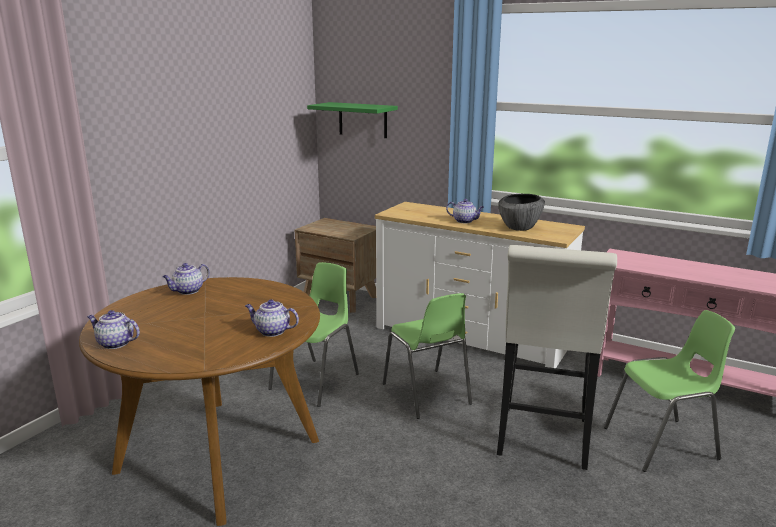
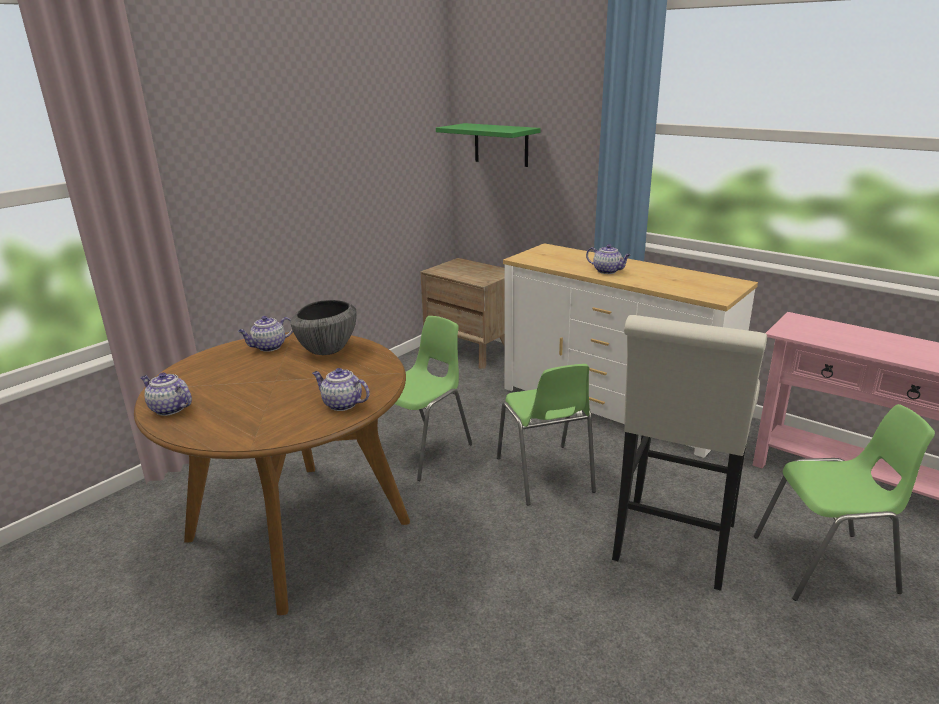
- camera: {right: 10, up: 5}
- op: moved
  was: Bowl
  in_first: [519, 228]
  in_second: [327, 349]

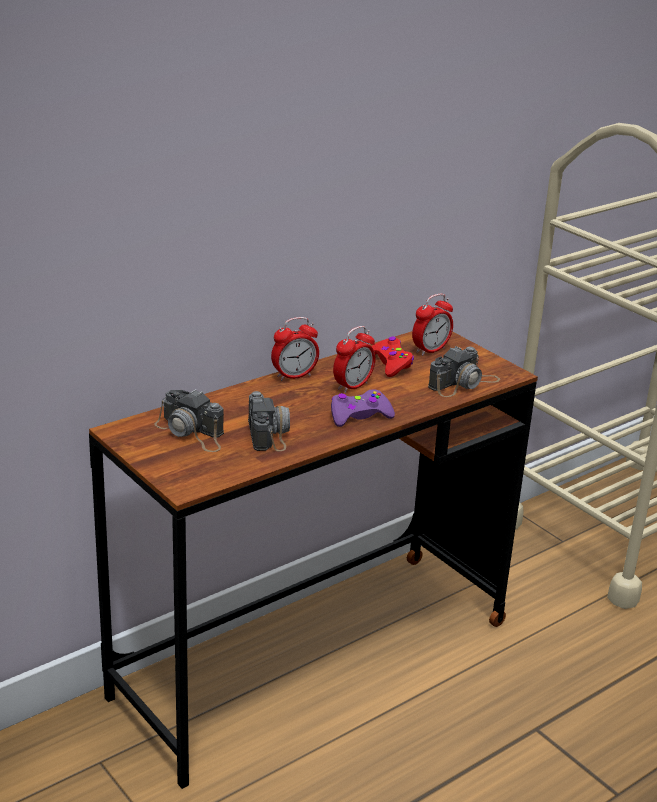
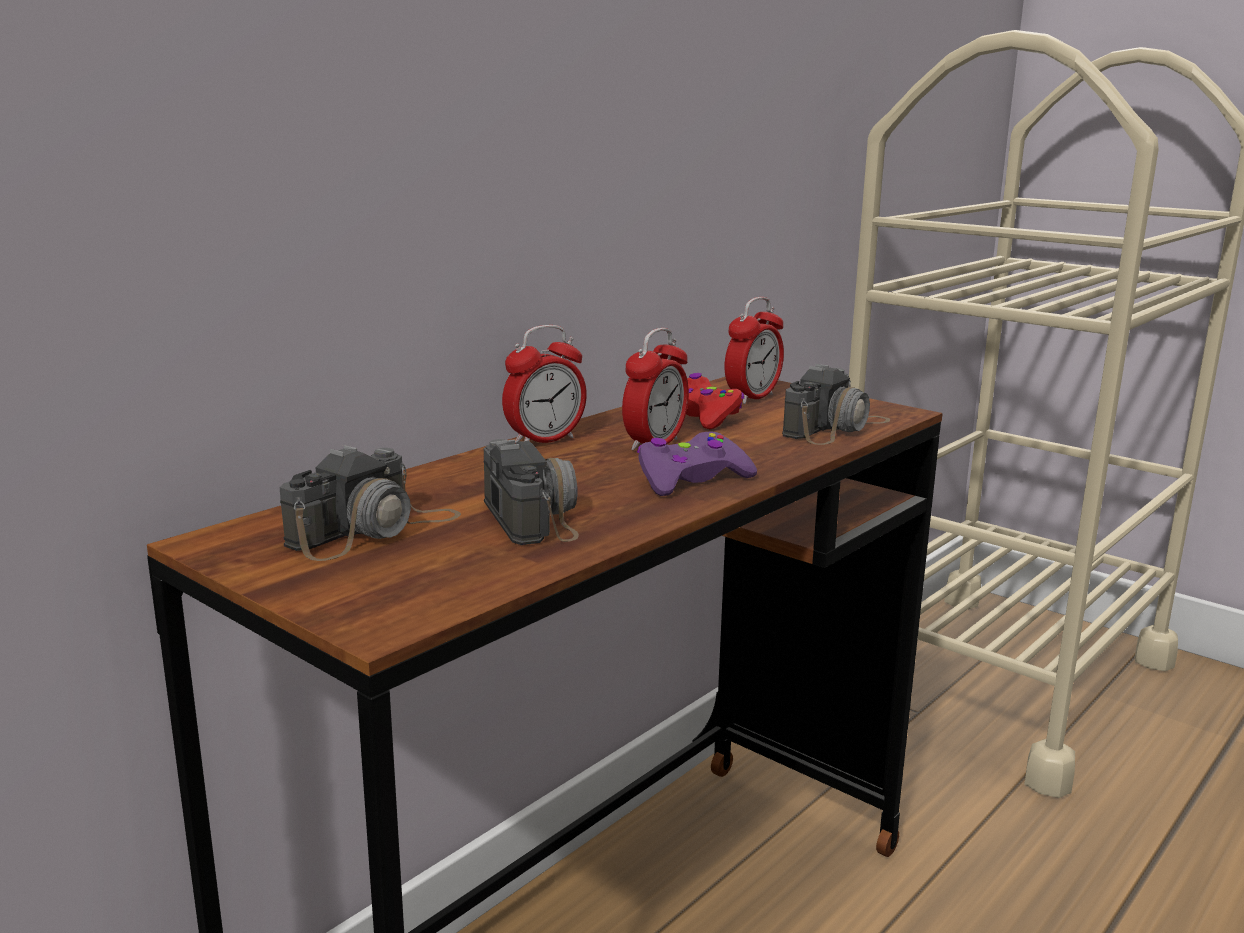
- camera: {right: -10, up: -10}
- op: turned
  was: PhotoCamera
  in_first: [192, 432]
  in_second: [374, 530]
  clockwise: -75

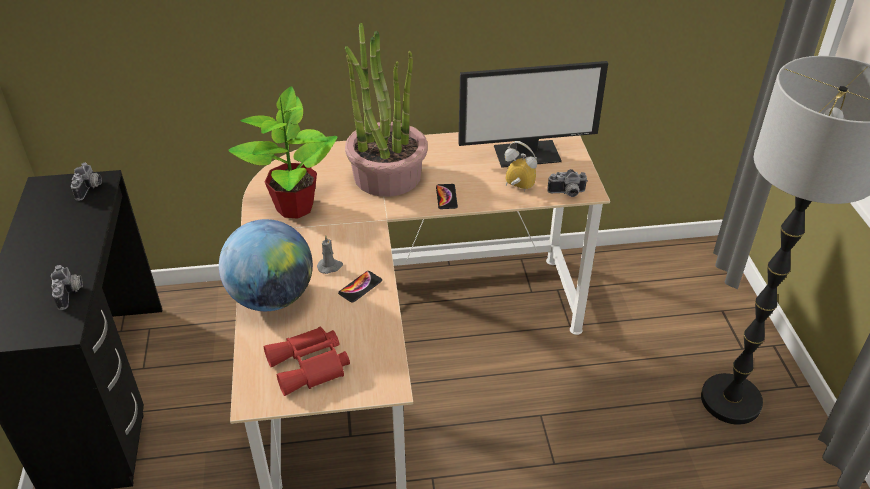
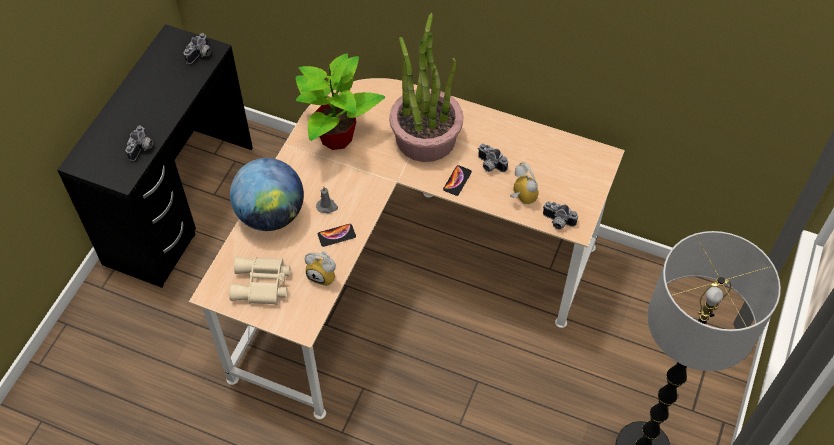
- camera: {right: 30, up: 15}
- op: removed
  was: Monitor
  in_first: [527, 153]
- op: added
  now: AlarmClock
  in_second: [324, 275]
- op: added
  now: PhotoCamera
  in_second: [489, 165]
- op: recoloured
  was: RedBinoculars
  now: BeigeBinoculars
  in_first: [310, 366]
  in_second: [262, 285]

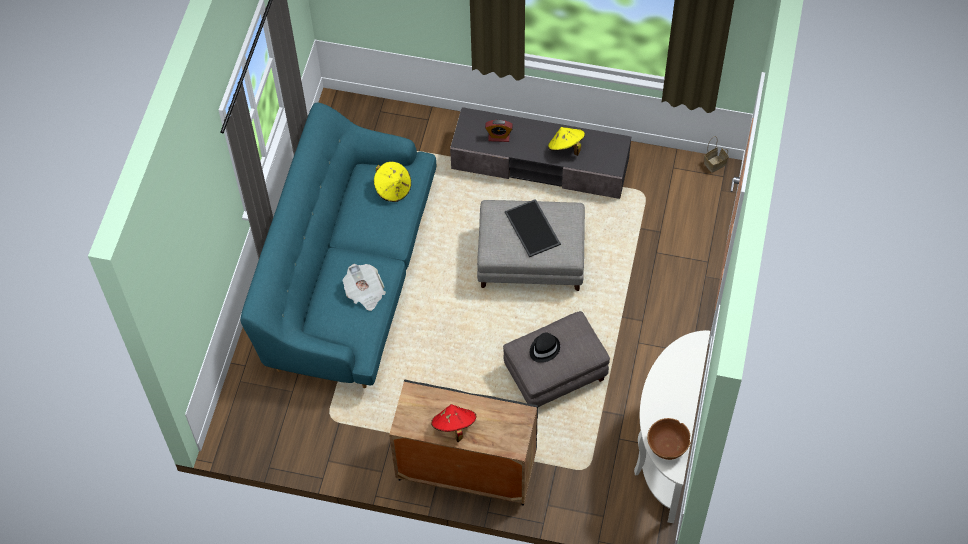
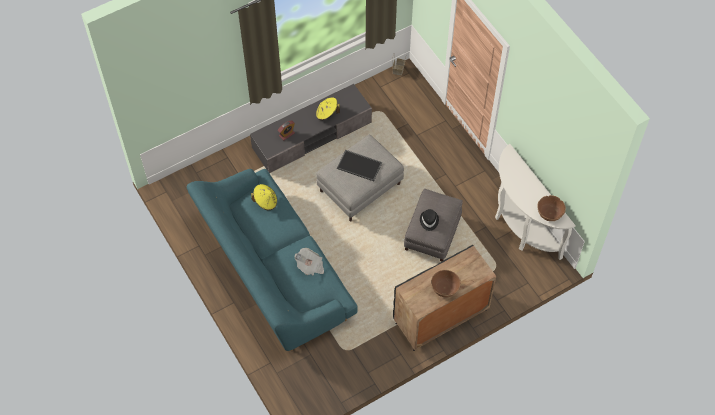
- camera: {right: -45, up: 0}
- op: replaced
  was: RedHat
  now: BrownBowl
  in_first: [454, 426]
  in_second: [445, 288]

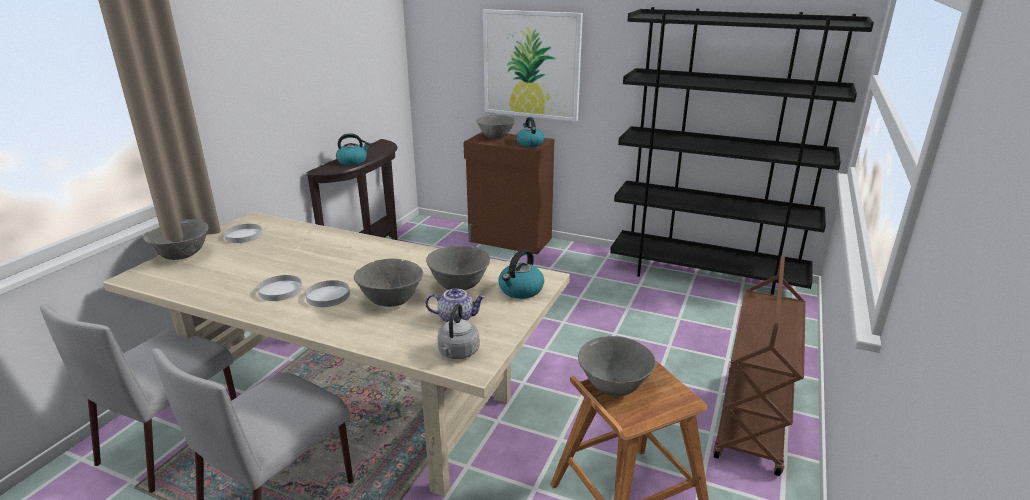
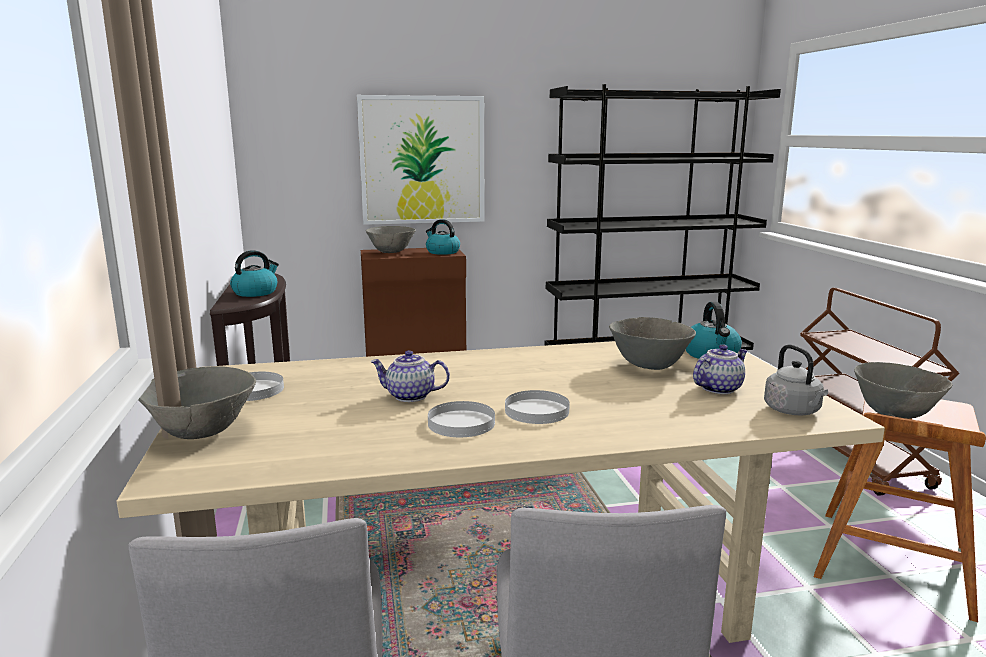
- camera: {right: -35, up: -10}
- op: removed
  was: GreyBowl
  in_first: [391, 301]
- op: added
  now: Teapot
  in_second: [409, 396]

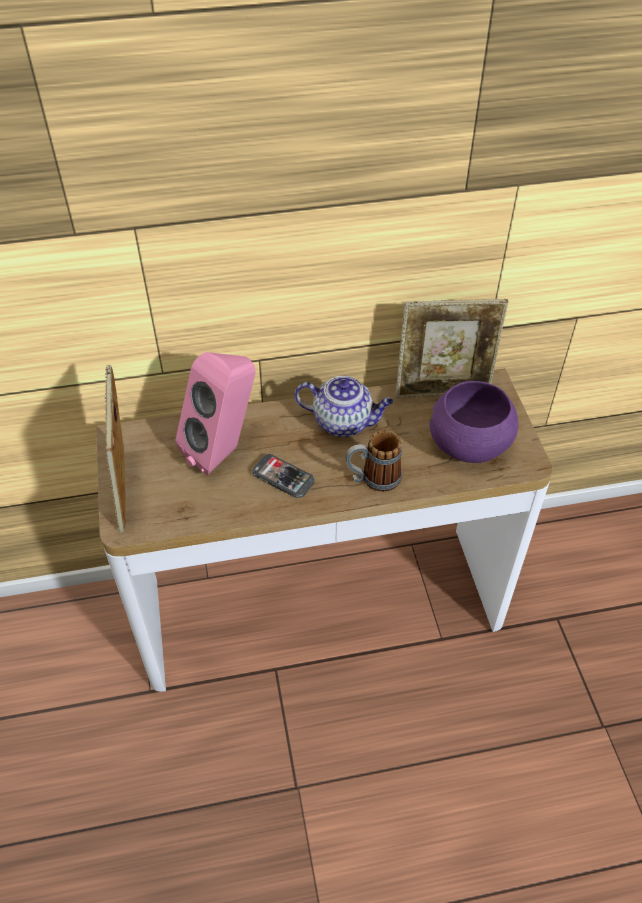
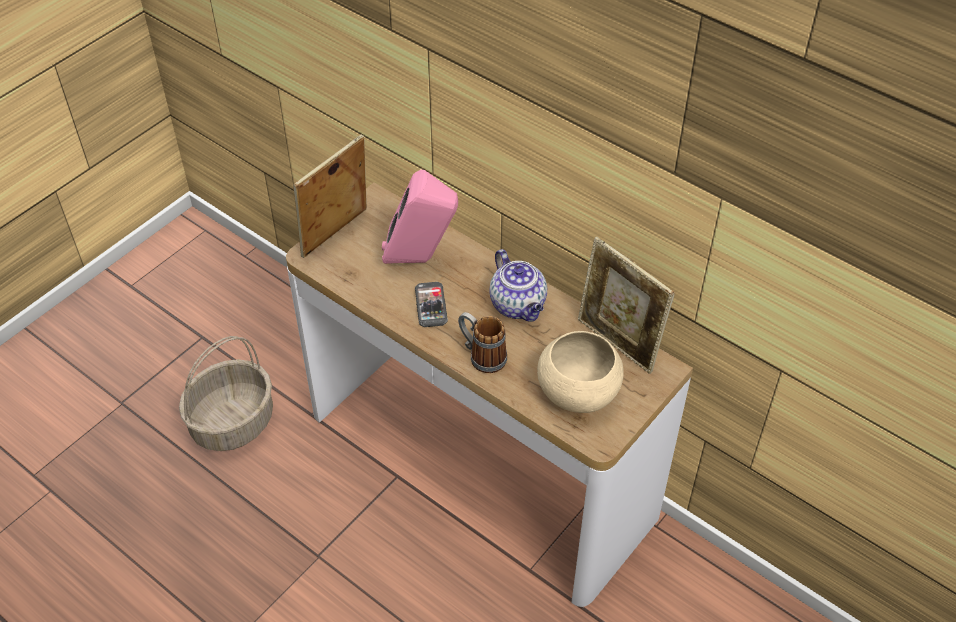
- camera: {right: 50, up: 0}
- op: added
  now: Basket
  in_second: [233, 421]
- op: recoloured
  was: PurpleBowl
  now: BeigeBowl
  in_first: [469, 446]
  in_second: [577, 393]

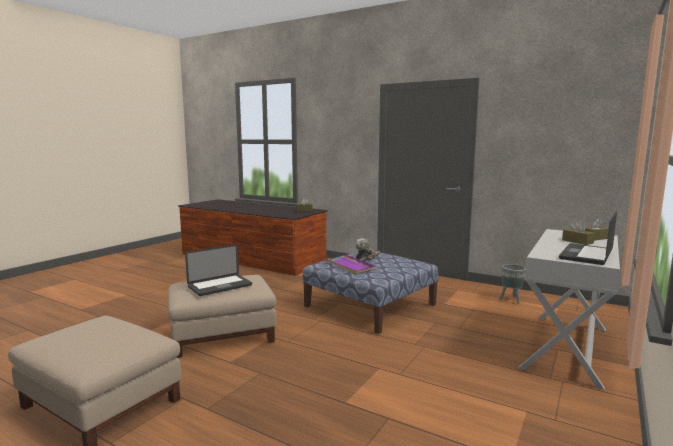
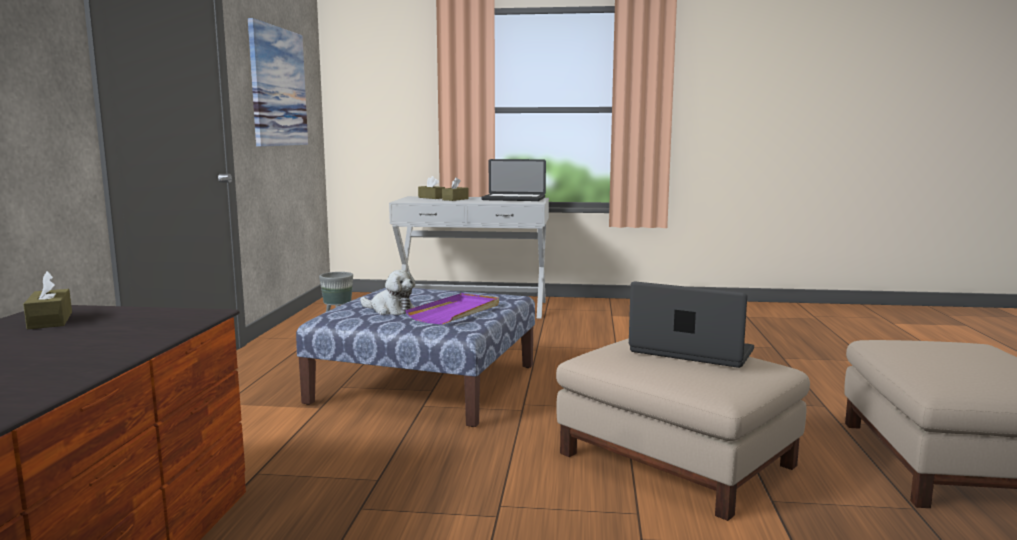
- camera: {right: -115, up: 0}
- op: added
  now: Picture
  in_second: [278, 87]

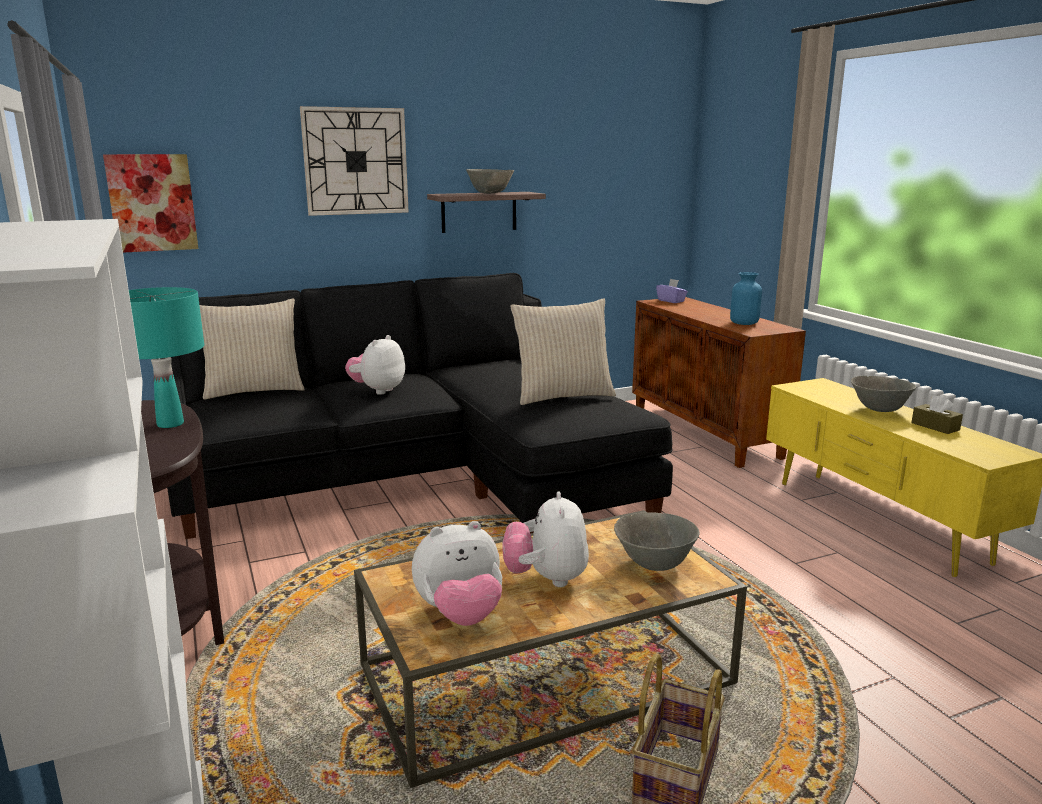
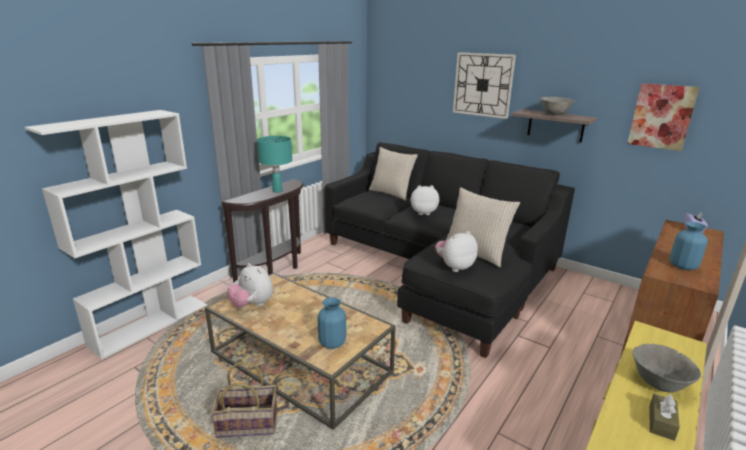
- camera: {right: 60, up: 5}
- op: moved
  was: Picture
  in_first: [152, 203]
  in_second: [661, 116]
- op: moved
  was: PlushToy
  in_first: [546, 579]
  in_second: [454, 267]
- op: replaced
  was: GreyBowl
  now: BlueVase
  in_first: [654, 565]
  in_second: [332, 342]

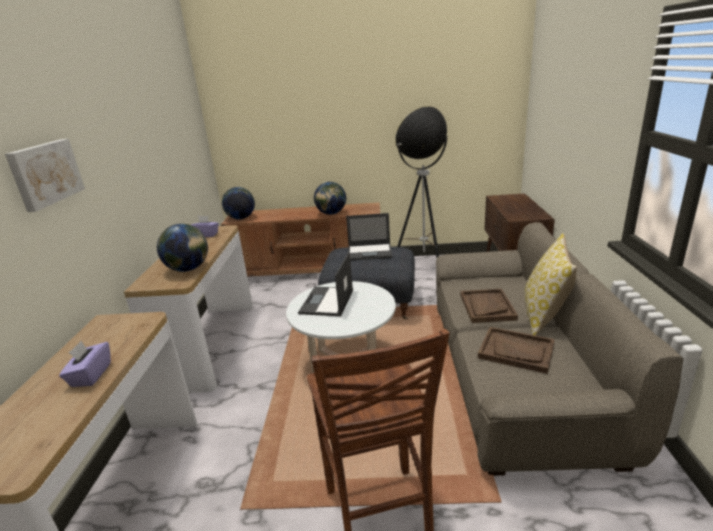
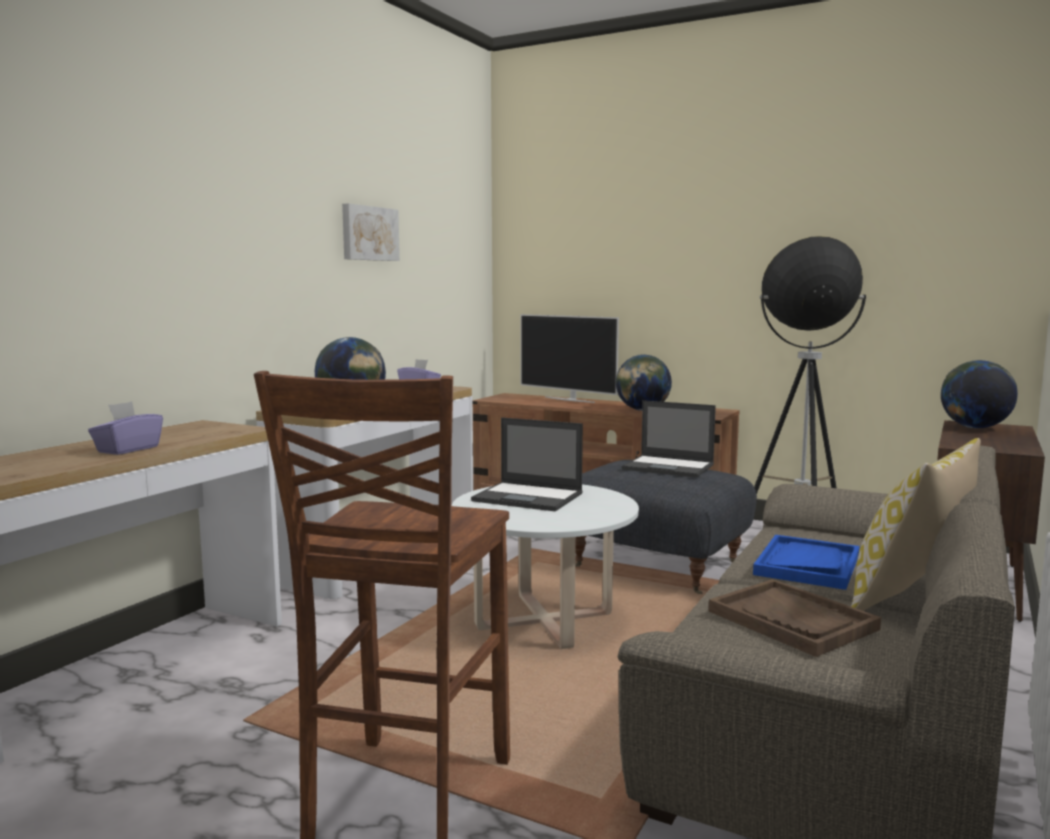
- camera: {right: 25, up: -15}
- op: added
  now: Television
  in_second: [569, 399]
- op: moved
  was: Picture
  in_first: [45, 173]
  in_second: [369, 233]
- op: moved
  was: Globe
  in_first: [241, 218]
  in_second: [975, 428]
- op: recoloured
  was: BrownTray
  now: BlueTray
  in_first: [487, 307]
  in_second: [807, 565]
- op: turned
  was: Laptop
  in_first: [327, 302]
  in_second: [529, 497]
  clockwise: -105

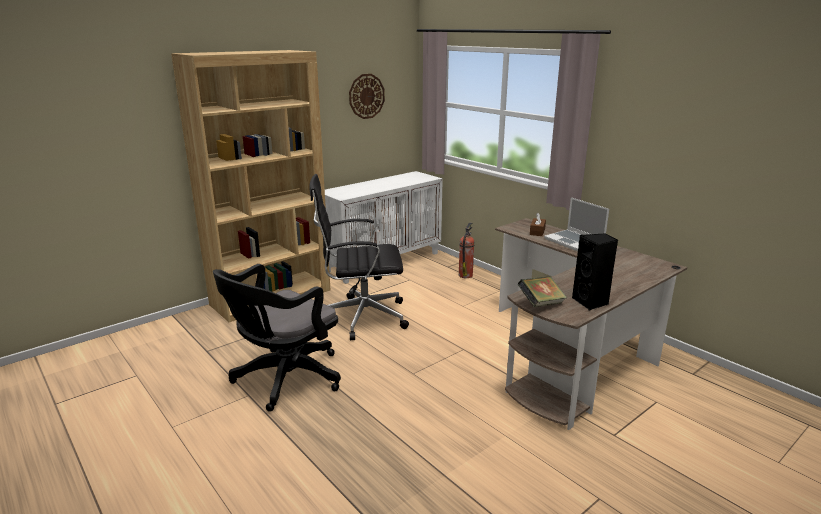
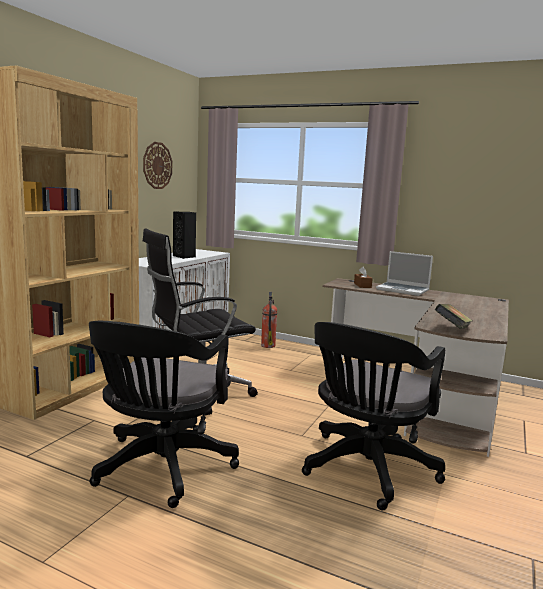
- camera: {right: -25, up: -10}
- op: added
  now: BlackOfficeChair
  in_second: [365, 470]
- op: moved
  was: BlackSpeaker
  in_first: [591, 302]
  in_second: [185, 257]

